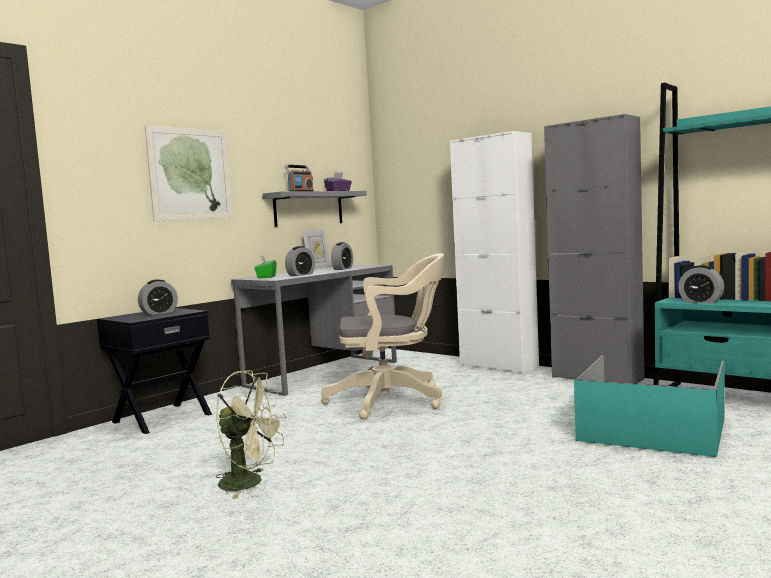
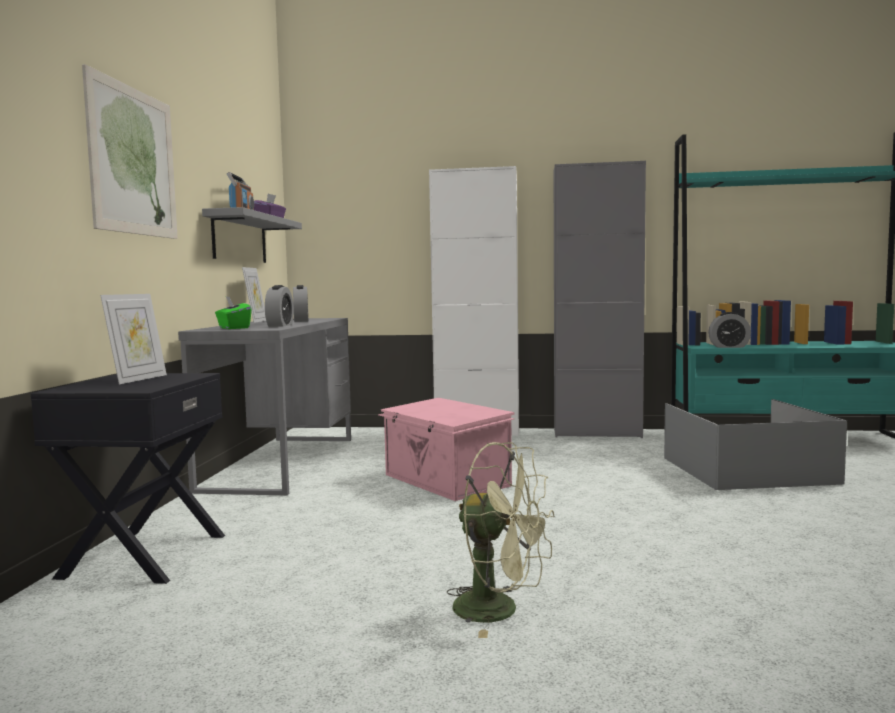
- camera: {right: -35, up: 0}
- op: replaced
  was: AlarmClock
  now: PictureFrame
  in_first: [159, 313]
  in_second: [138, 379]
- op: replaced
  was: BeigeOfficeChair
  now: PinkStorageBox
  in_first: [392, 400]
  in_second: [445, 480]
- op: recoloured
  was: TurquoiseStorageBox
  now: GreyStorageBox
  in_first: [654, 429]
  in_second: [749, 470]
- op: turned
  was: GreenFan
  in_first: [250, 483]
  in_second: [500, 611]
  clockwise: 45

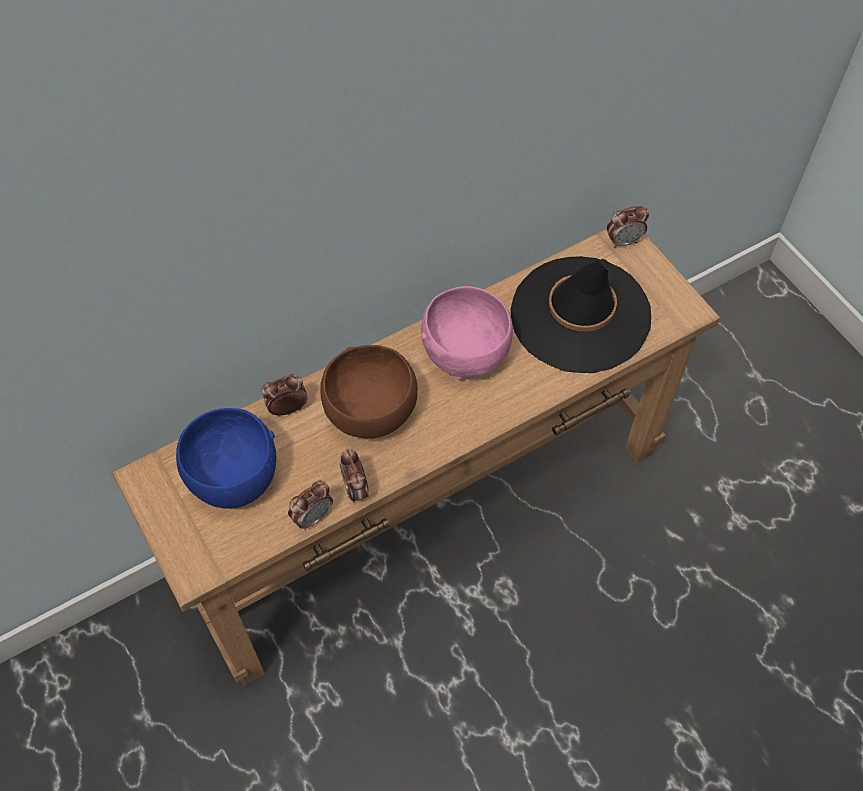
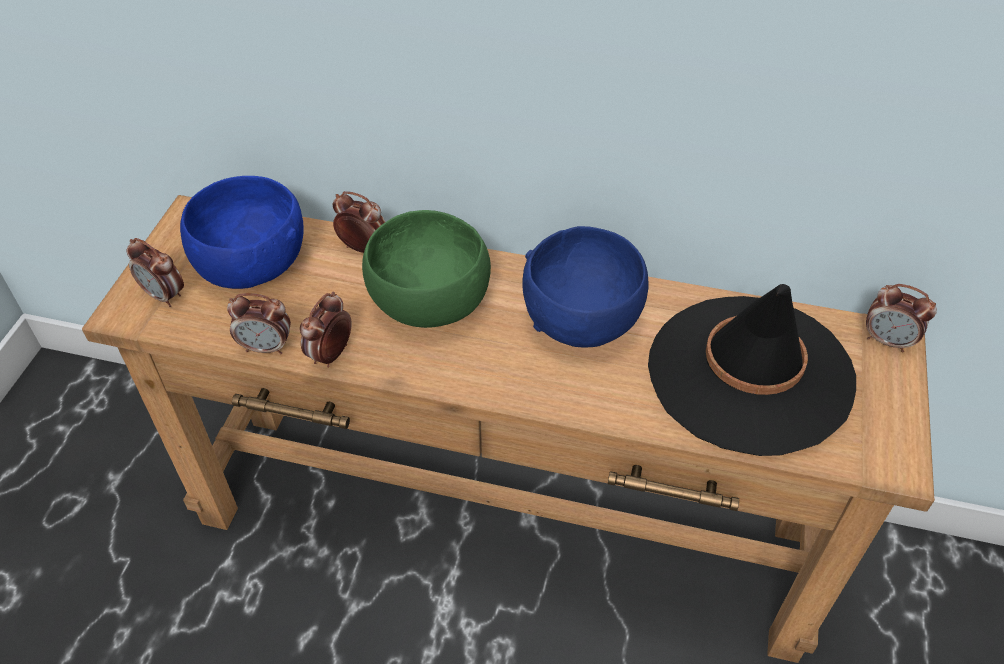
- camera: {right: 45, up: -10}
- op: added
  now: AlarmClock
  in_second: [165, 296]
- op: recoloured
  was: BrownBowl
  now: GreenBowl
  in_first: [372, 410]
  in_second: [430, 302]
- op: recoloured
  was: PinkBowl
  now: BlueBowl
  in_first: [465, 351]
  in_second: [582, 318]

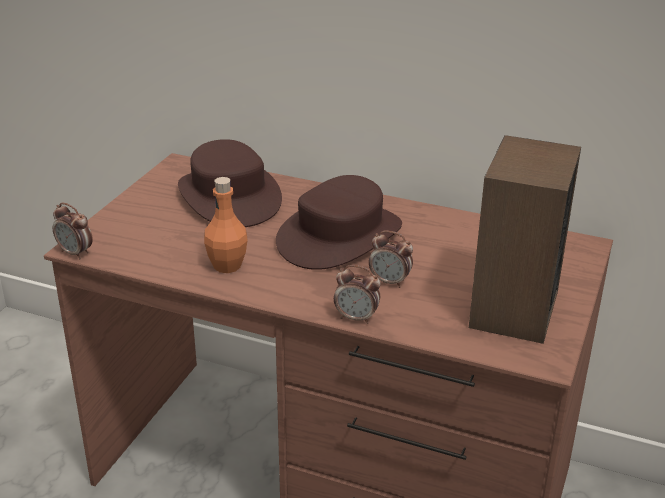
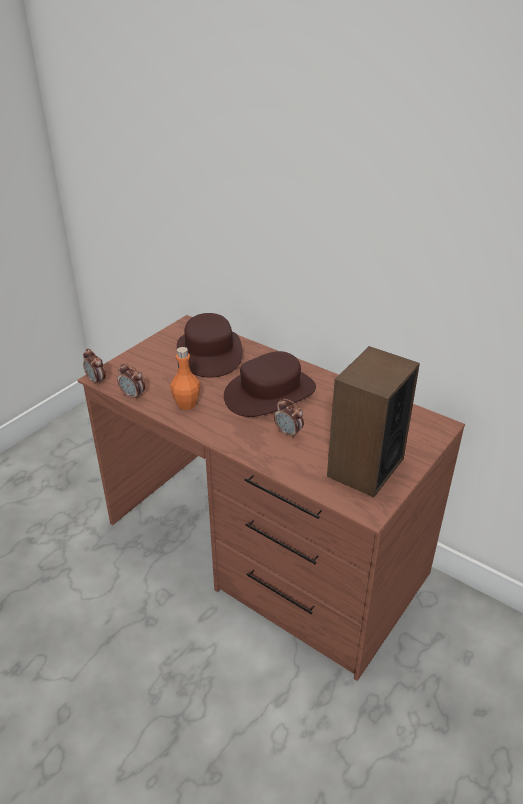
- camera: {right: 15, up: 5}
- op: moved
  was: AlarmClock
  in_first: [356, 318]
  in_second: [133, 395]

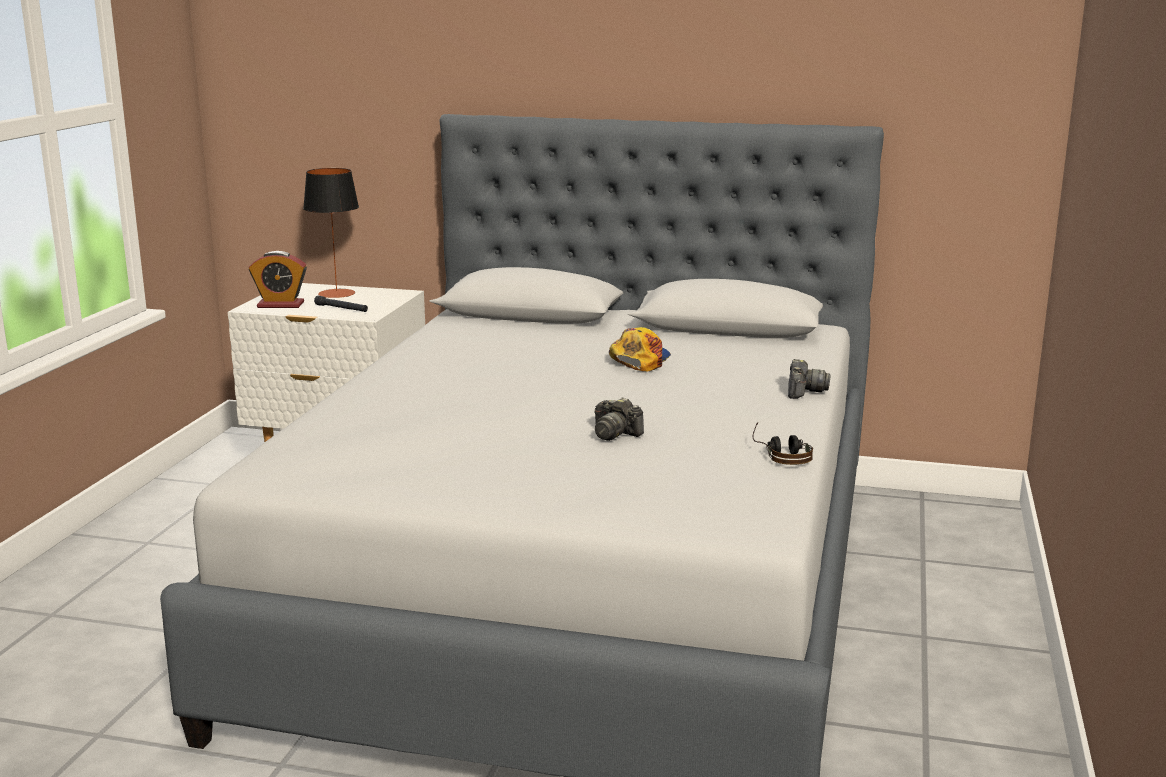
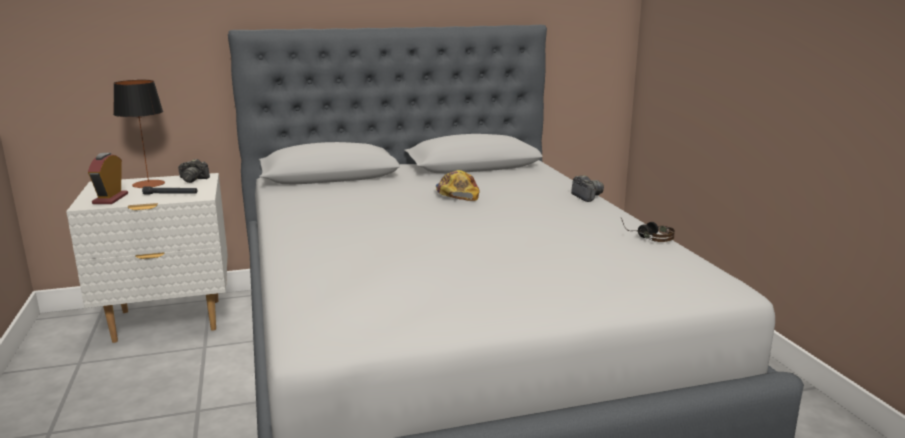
- camera: {right: -30, up: 0}
- op: moved
  was: PhotoCamera
  in_first: [614, 434]
  in_second: [193, 179]
- op: turned
  was: AlarmClock
  in_first: [280, 305]
  in_second: [110, 199]
  clockwise: 120

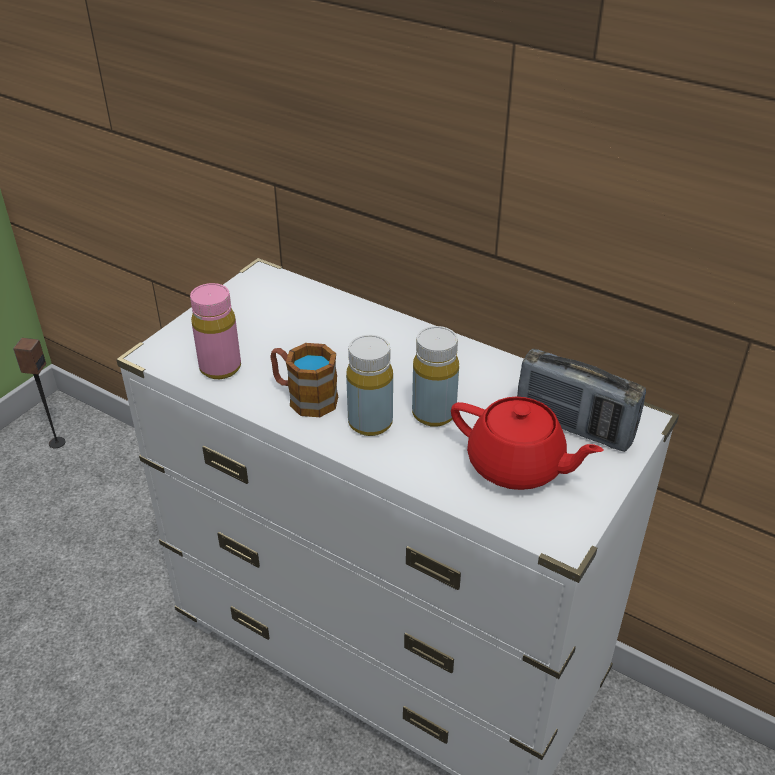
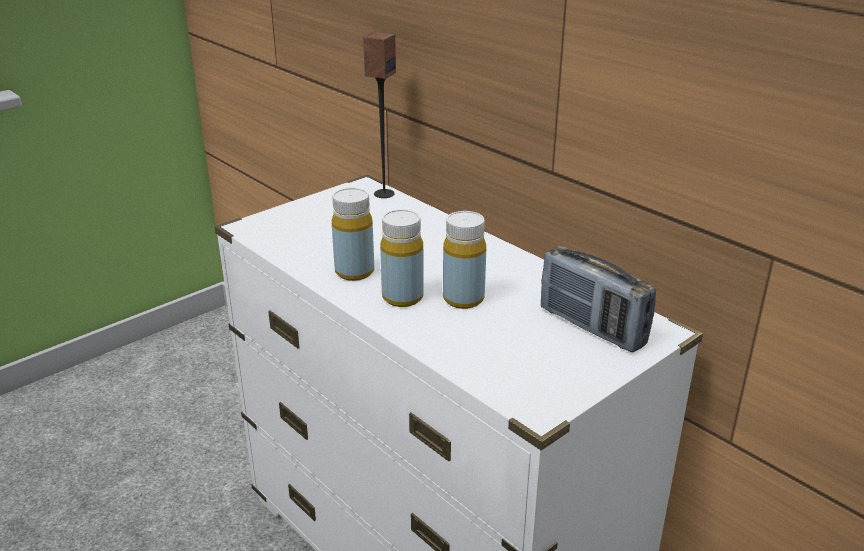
- camera: {right: 15, up: -10}
- op: removed
  was: PinkBottle
  in_first: [220, 368]
- op: removed
  was: RedTeapot
  in_first: [517, 466]
- op: moved
  was: Speaker
  in_first: [56, 442]
  in_second: [383, 194]
- op: replaced
  was: Mug
  now: YellowBottle
  in_first: [304, 397]
  in_second: [354, 272]

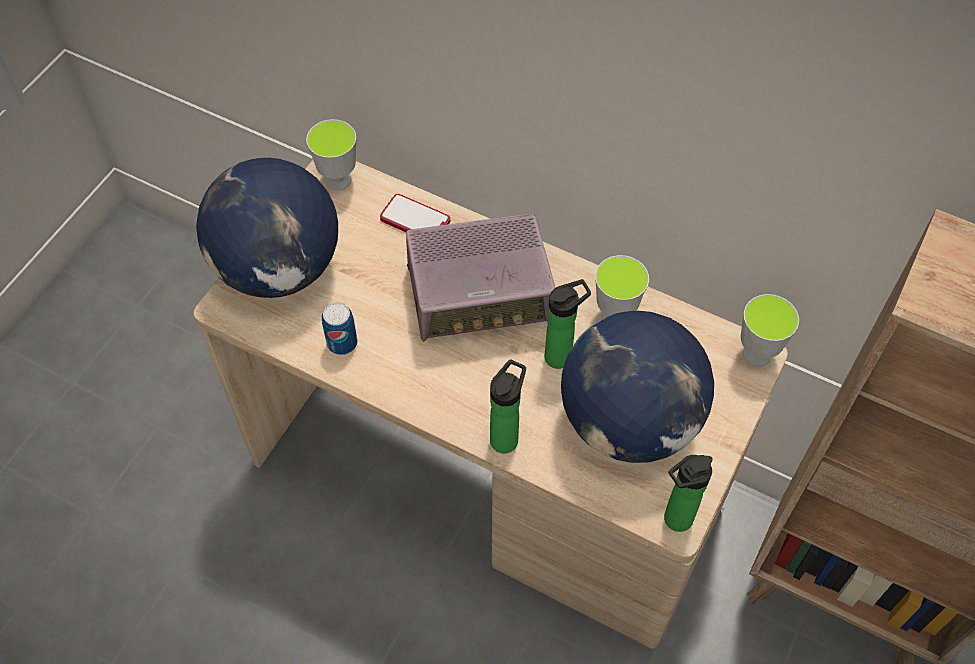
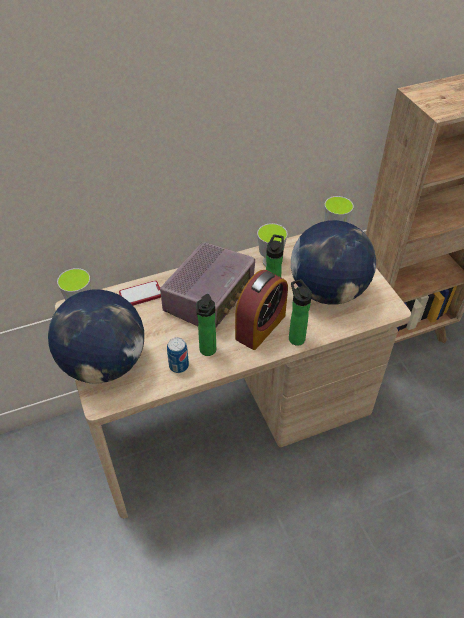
- camera: {right: -50, up: -10}
- op: added
  now: AlarmClock
  in_second: [260, 327]
- op: moved
  was: Bottle
  in_first: [674, 521]
  in_second: [207, 352]

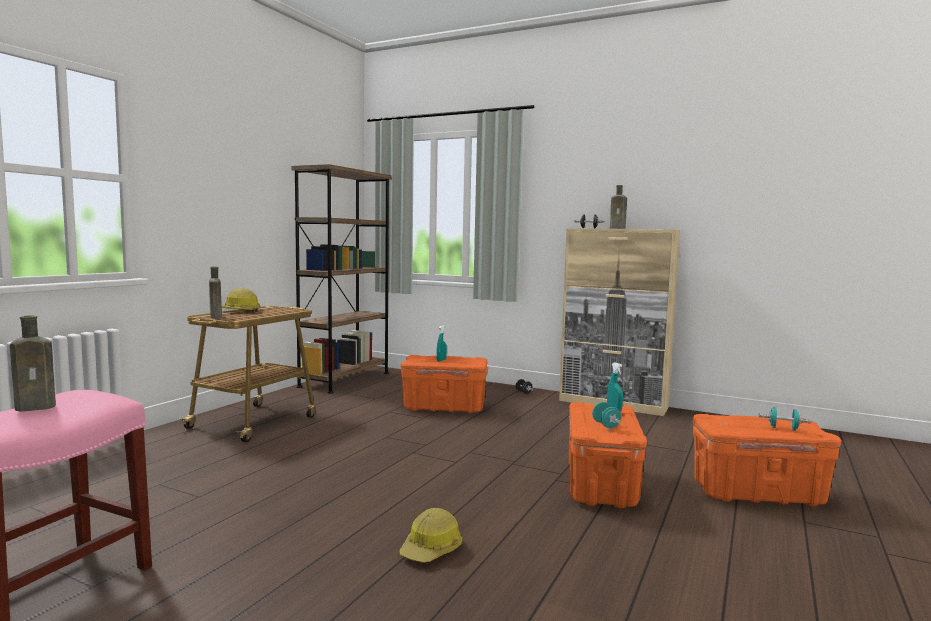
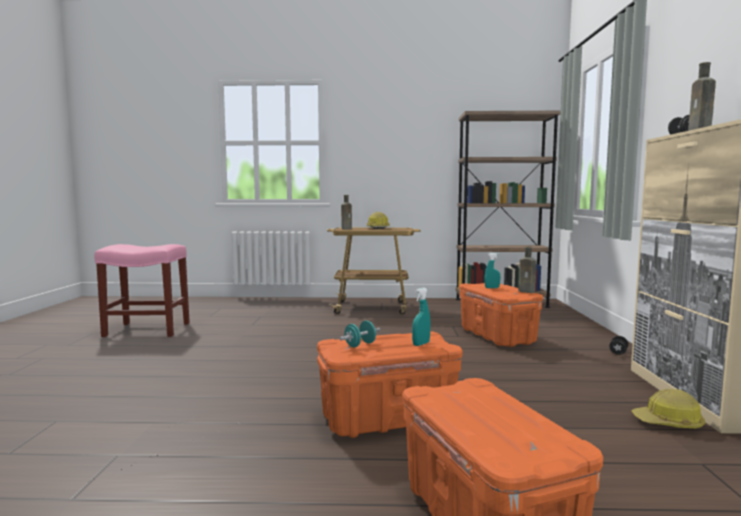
- camera: {right: 65, up: 0}
- op: removed
  was: TurquoiseDumbbell
  in_first: [783, 429]
- op: moved
  was: BrownBottle
  in_first: [38, 407]
  in_second: [528, 292]
- op: moved
  was: HardHat
  in_first: [431, 549]
  in_second: [668, 423]

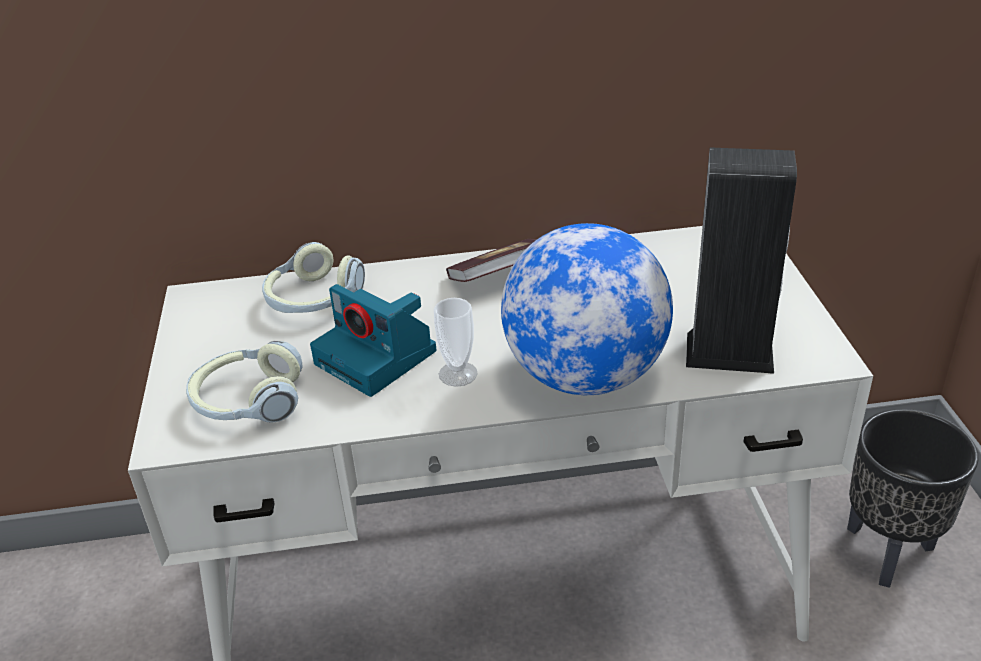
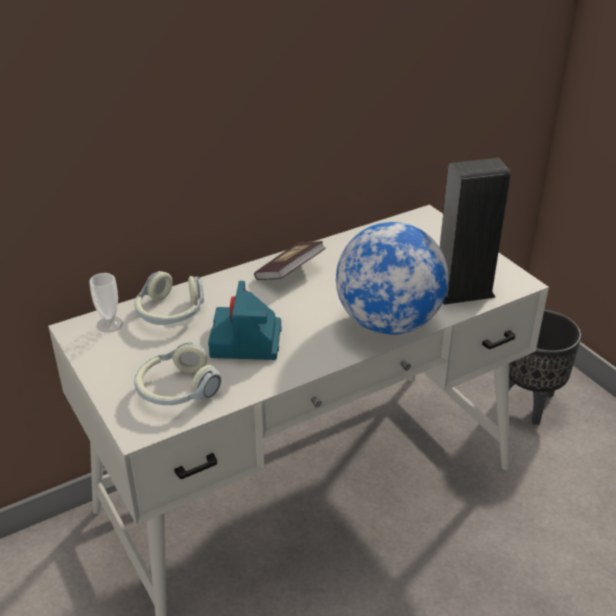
- camera: {right: -25, up: 0}
- op: moved
  was: Cup
  in_first: [458, 374]
  in_second: [109, 324]
- op: turned
  was: PhotoCamera
  in_first: [378, 358]
  in_second: [246, 341]
  clockwise: 75

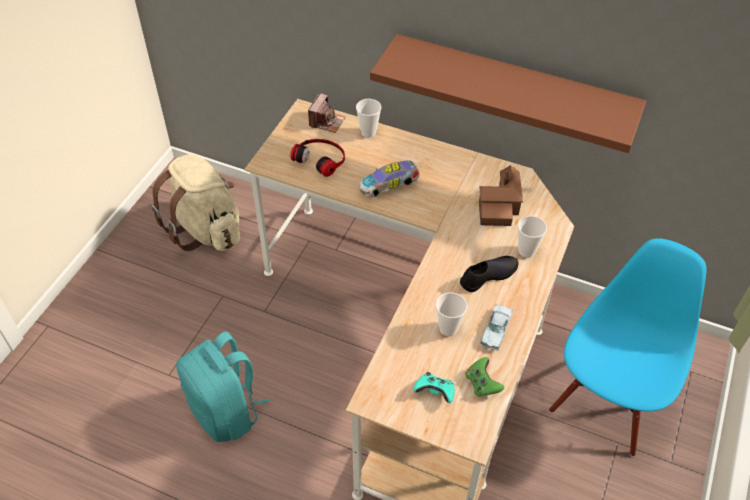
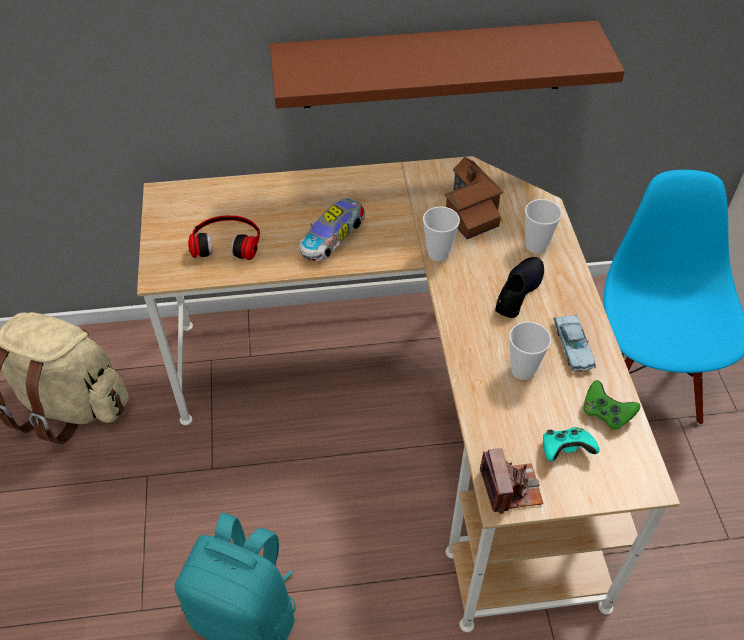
- camera: {right: -30, up: 0}
- op: moved
  was: PhotoCamera
  in_first: [327, 121]
  in_second: [510, 488]
- op: moved
  was: Cup
  in_first: [368, 132]
  in_second: [438, 253]

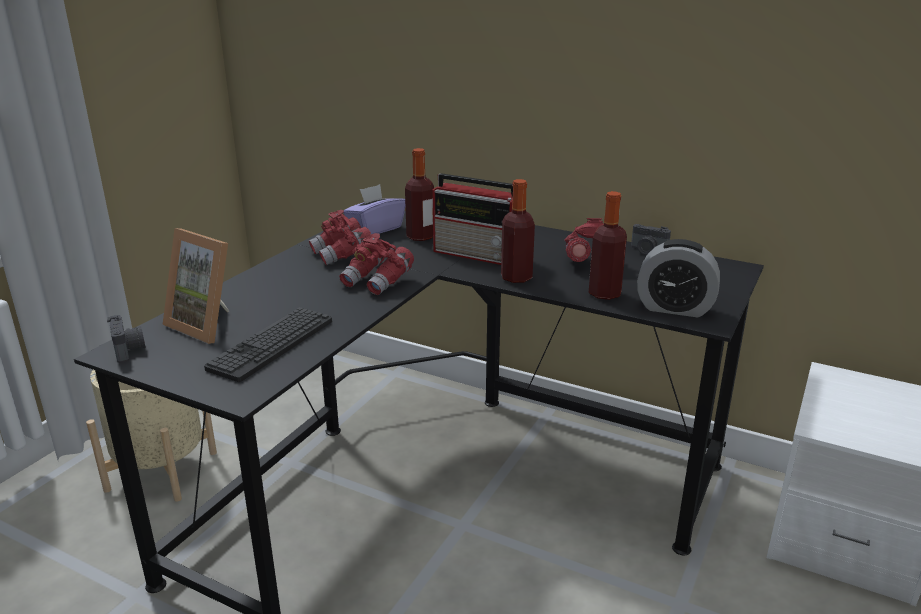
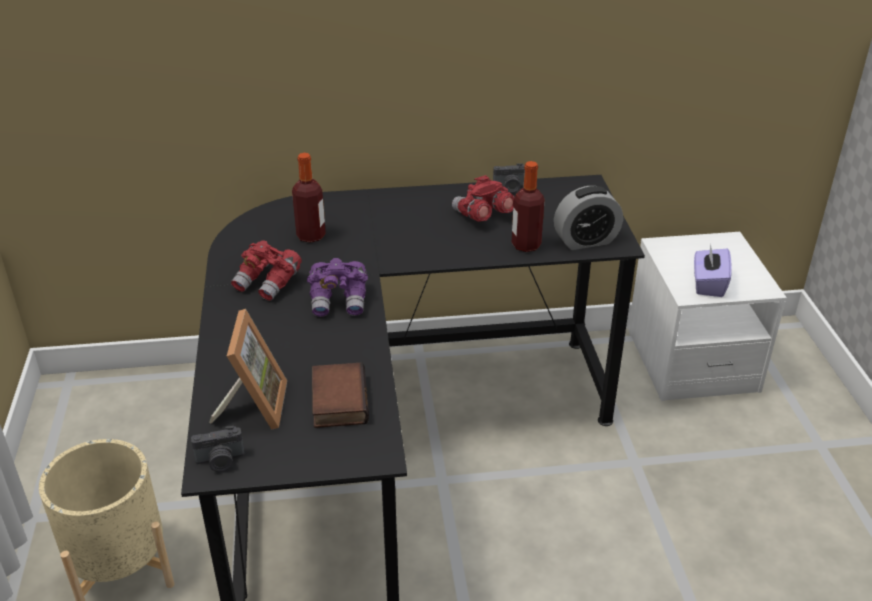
- camera: {right: -35, up: 10}
- op: removed
  was: Radio
  in_first: [478, 254]
- op: removed
  was: Bottle
  in_first: [516, 277]
- op: moved
  was: PurpleTissueBox
  in_first: [375, 229]
  in_second: [708, 284]
- op: replaced
  was: Keyboard
  now: Book
  in_first: [272, 344]
  in_second: [337, 400]
- op: recoloured
  was: RedBinoculars
  now: PurpleBinoculars
  in_first: [378, 282]
  in_second: [339, 301]
- op: turned
  was: PhotoCamera
  in_first: [129, 350]
  in_second: [220, 461]
  clockwise: 135
- op: turned
  was: PictureFrame
  in_first: [209, 324]
  in_second: [253, 405]
  clockwise: -90

